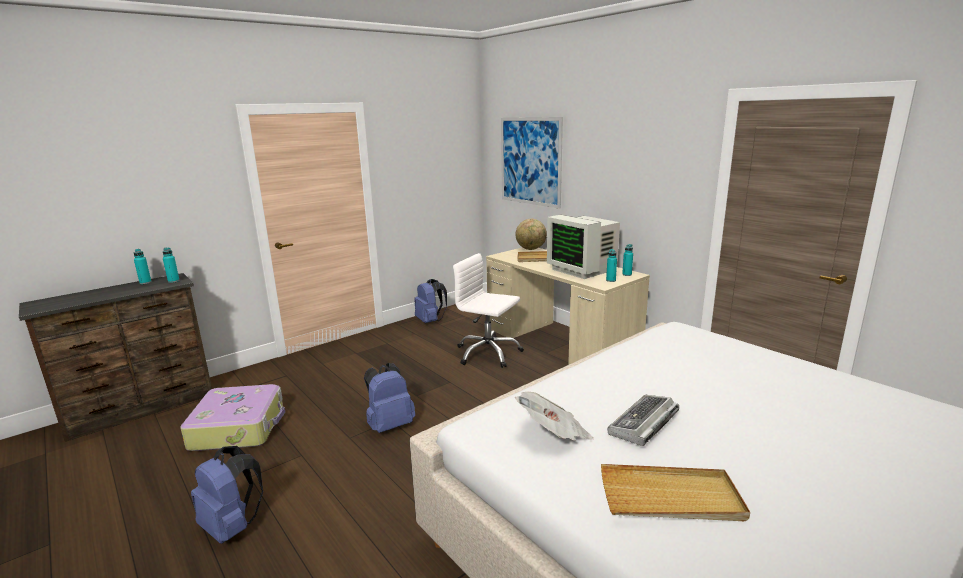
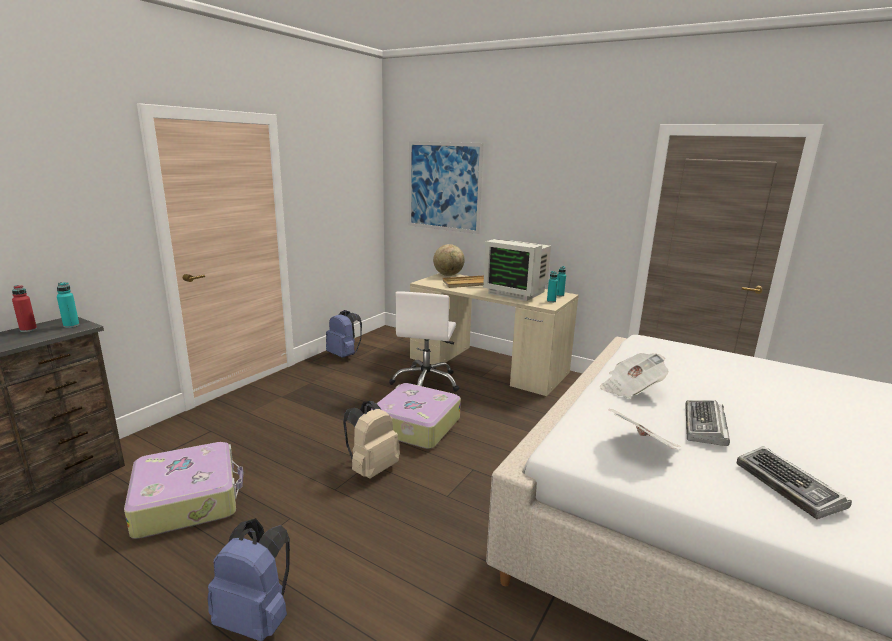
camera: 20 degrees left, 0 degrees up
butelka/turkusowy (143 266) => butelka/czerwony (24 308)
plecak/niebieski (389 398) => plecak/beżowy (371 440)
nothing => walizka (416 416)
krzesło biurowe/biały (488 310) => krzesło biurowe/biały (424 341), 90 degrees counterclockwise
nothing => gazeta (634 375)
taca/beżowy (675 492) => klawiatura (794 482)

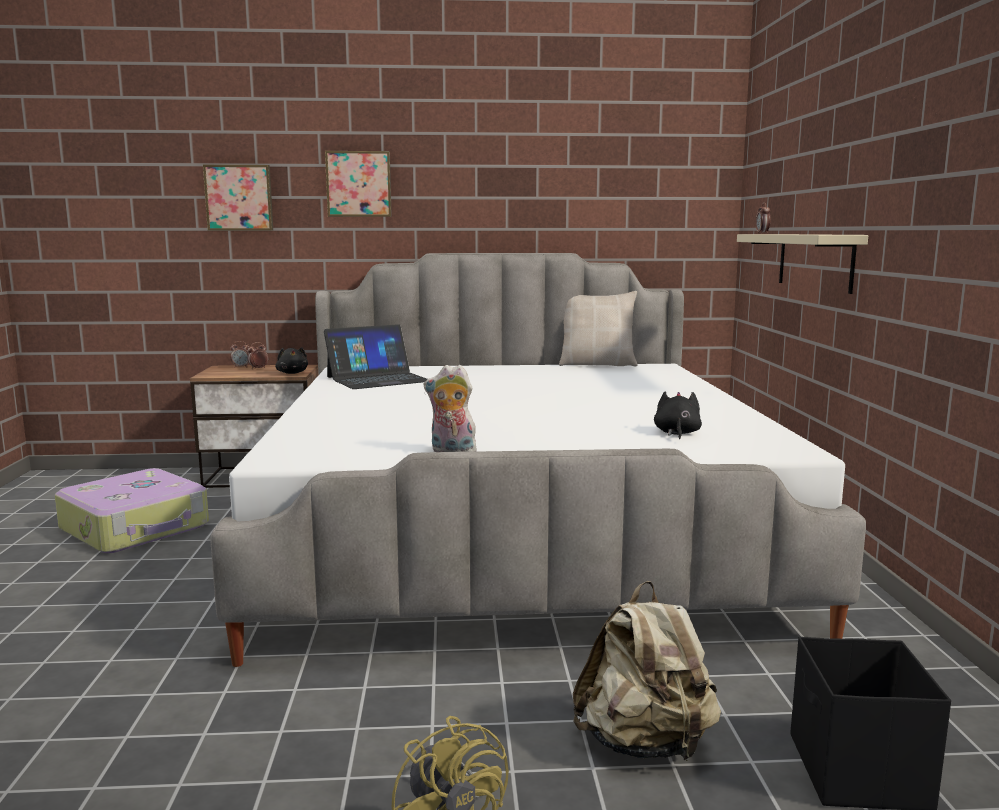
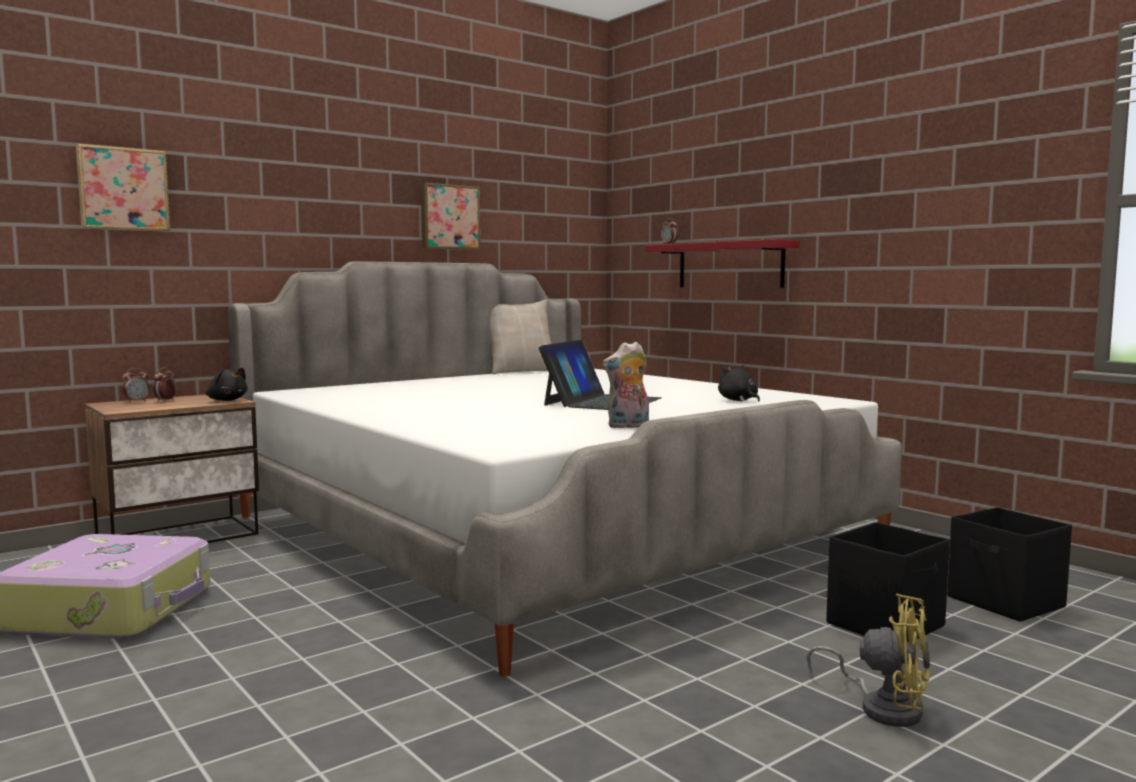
camera: 35 degrees left, 5 degrees down
obraz (358 184) => obraz (450 216), move
laptop (375 356) => laptop (600 375), move
półka/beżowy (802 264) => półka/czerwony (722 263)
plecak/beżowy (647 671) => pojemnik do przechowywania/czarny (888 582)

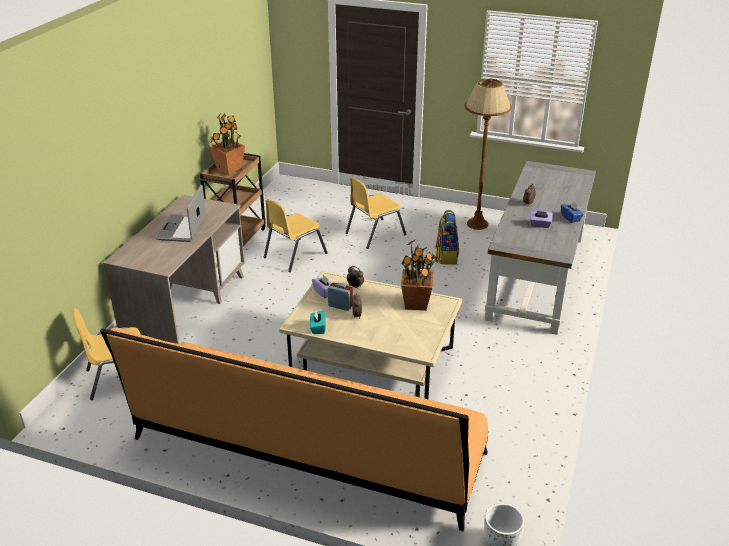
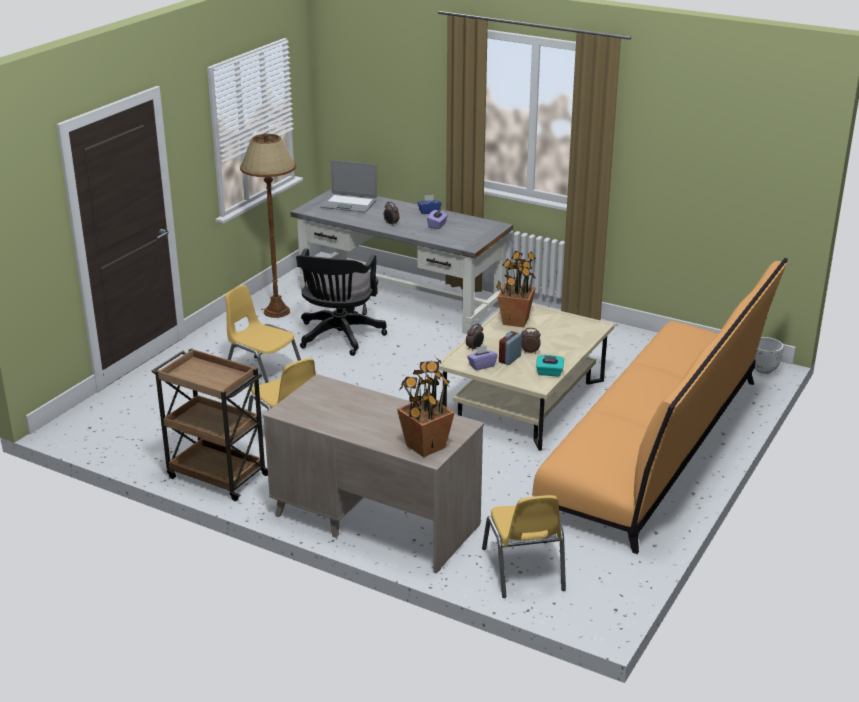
camera: 80 degrees left, 5 degrees down
krzesło/żółty (376 213) => krzesło/żółty (263 334), 150 degrees clockwise
plecak (447 237) => krzesło biurowe/czarny (341 302)
laptop (181 213) => laptop (348 186), move
roślina doniczkowa (227 144) => roślina doniczkowa (426 407), move

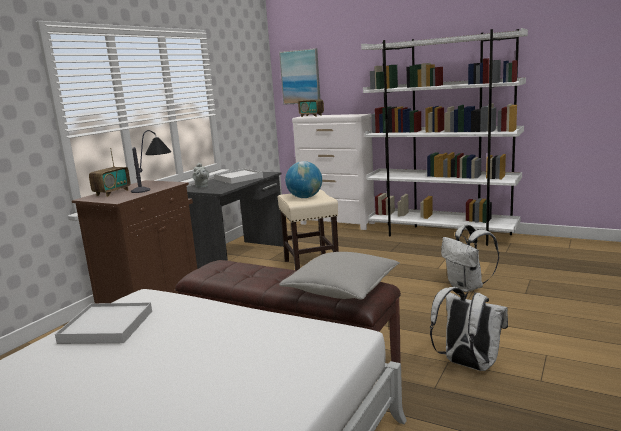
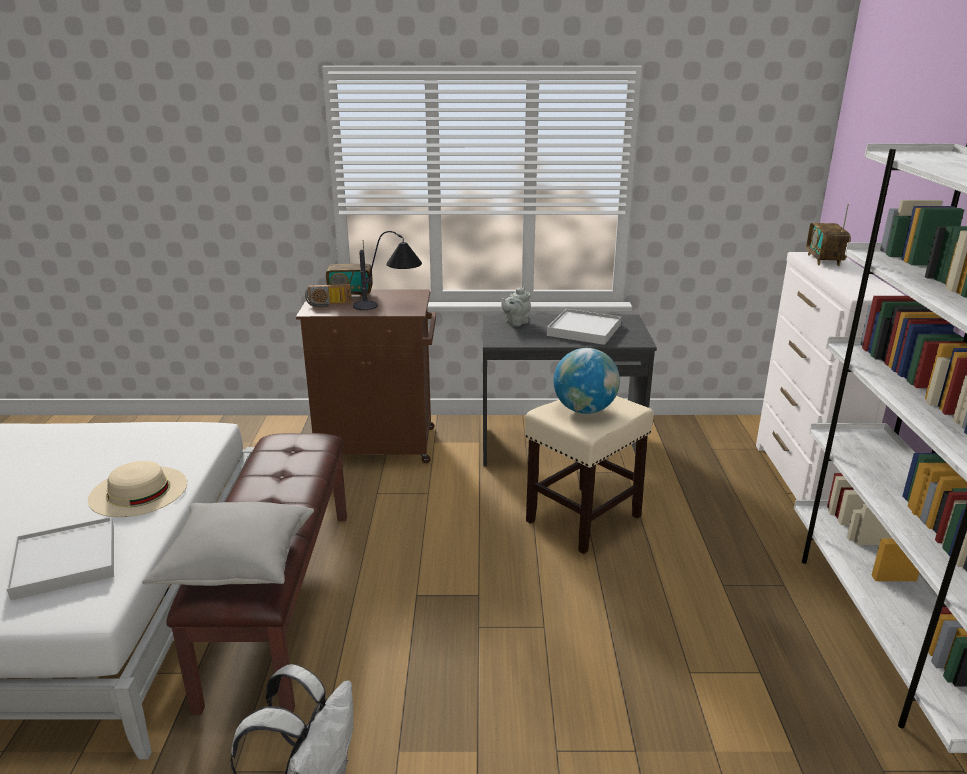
camera: 60 degrees right, 10 degrees up
taca/biały (103 323) => taca/biały (60 559), move
nothing => kapelusz/beżowy (137 489)
nothing => radio (328 295)
obraz (299 76) => nothing
plecak/biały (470 258) => nothing

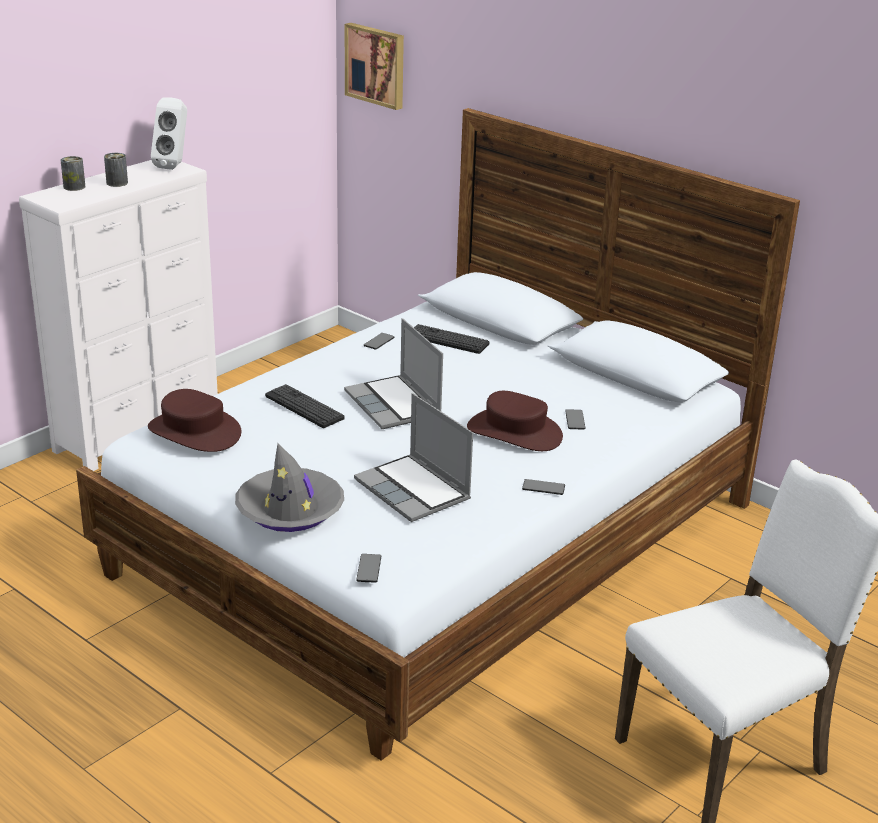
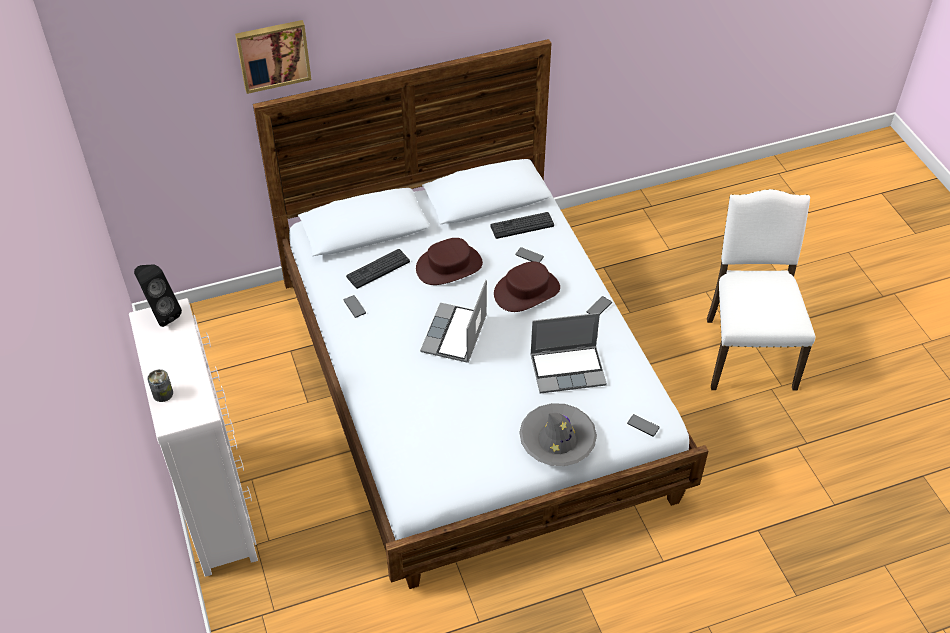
camera: 60 degrees left, 20 degrees up
głośnik/biały (169 133) => głośnik/czarny (158 296)
obraz (374 66) => obraz (273 57), move
kapelusz/brązowy (194 420) => kapelusz/brązowy (449 261), move
laptop (393 373) => laptop (453 321), 105 degrees clockwise
klawiatura (305 406) => klawiatura (522 225), move
puszka (116 170) => nothing

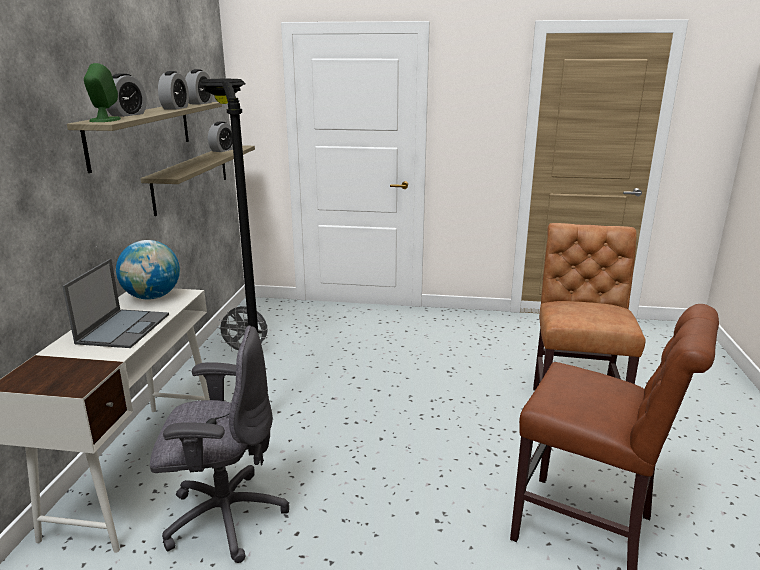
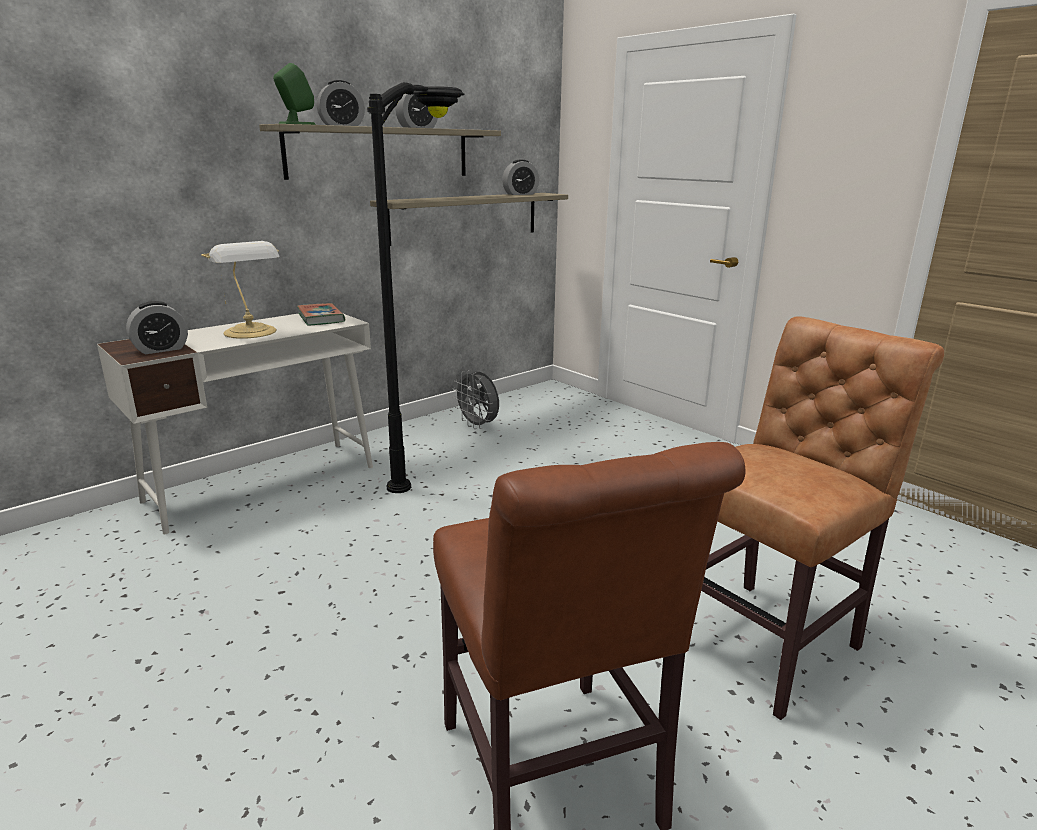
camera: 40 degrees right, 0 degrees up
budzik (199 87) => budzik (157 327), move
laptop (115 303) => lampa stołowa (240 290)
globus (148 270) => książka (321 314)
krzesło biurowe/szary (219 444) => nothing

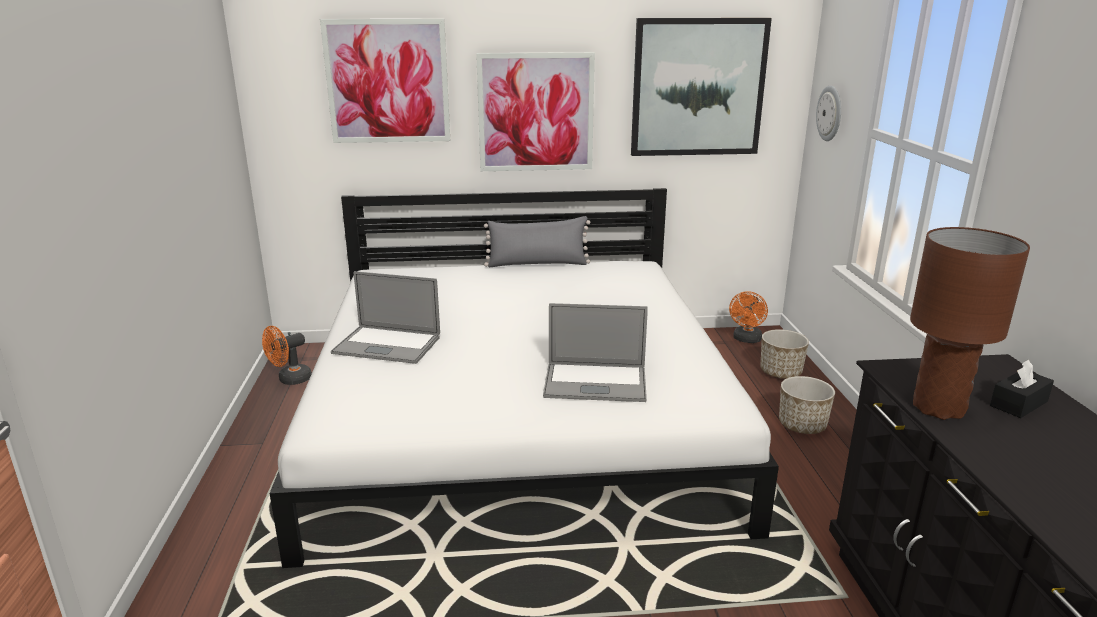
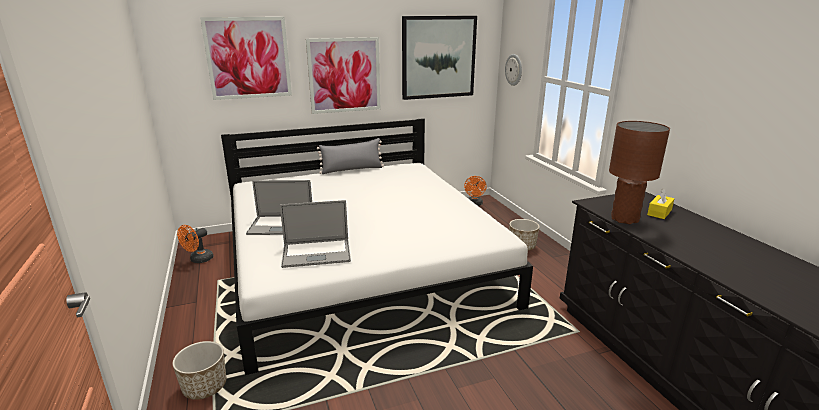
camera: 15 degrees left, 0 degrees up
donica (784 354) => donica (199 370), move
laptop (595 352) => laptop (315 234), move
pudełko chusteczek/czarny (1022 388) => pudełko chusteczek/żółty (660 203)

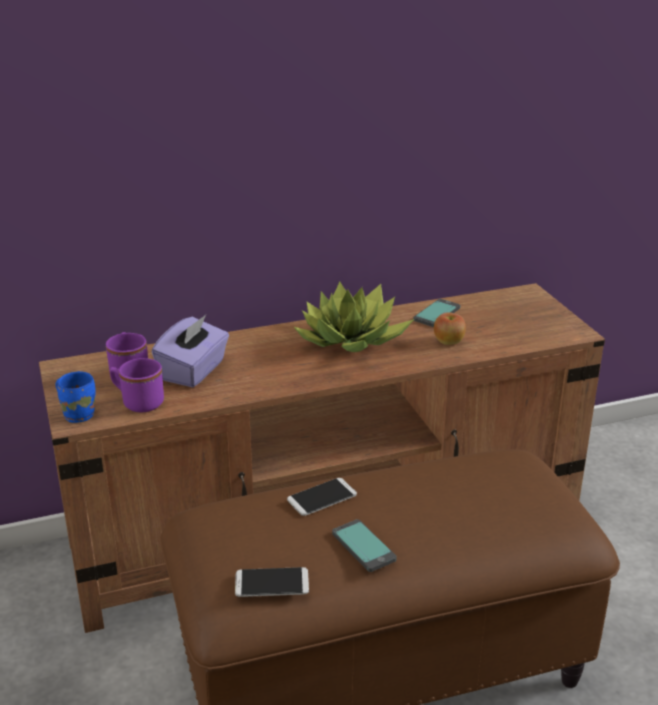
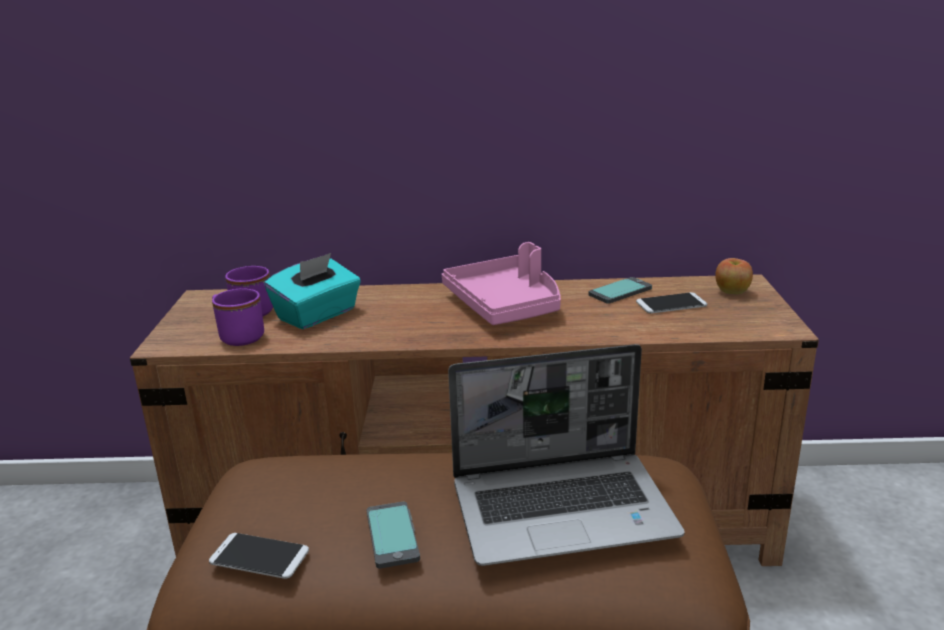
camera: 20 degrees right, 5 degrees down
pudełko chusteczek/fioletowy (190 351) => pudełko chusteczek/turkusowy (312 291)
roślina doniczkowa (354 317) => taca/różowy (501 283)
nothing => laptop (566 455)
telefon (322 497) => telefon (671 303), move
jabłko (450 328) => jabłko (734 276), move
kubek/niebieski (76 397) => nothing

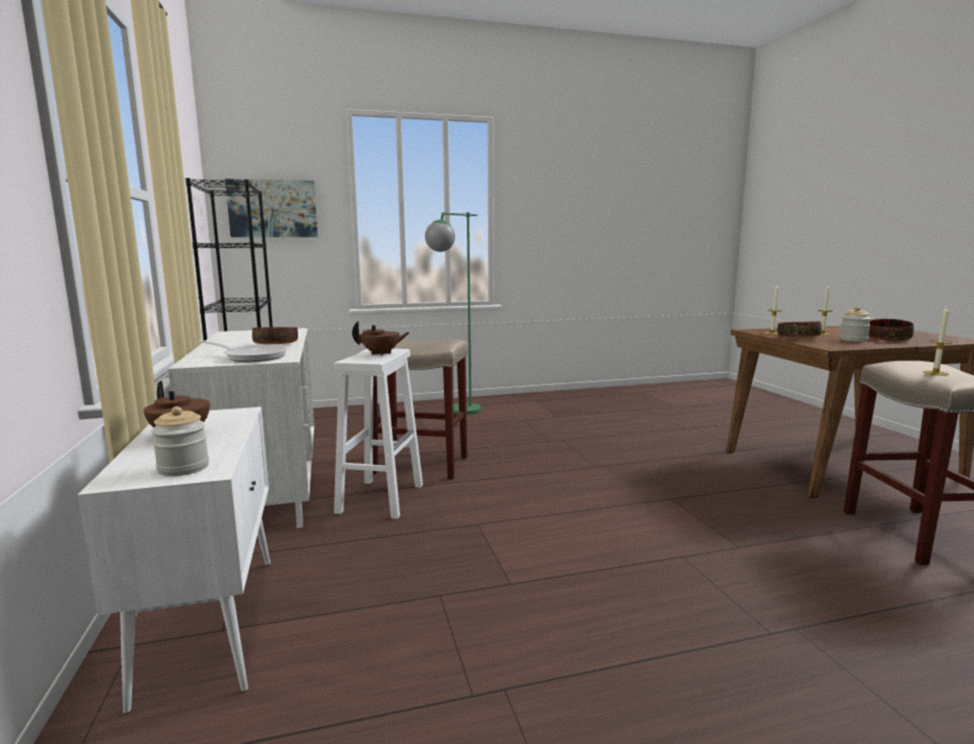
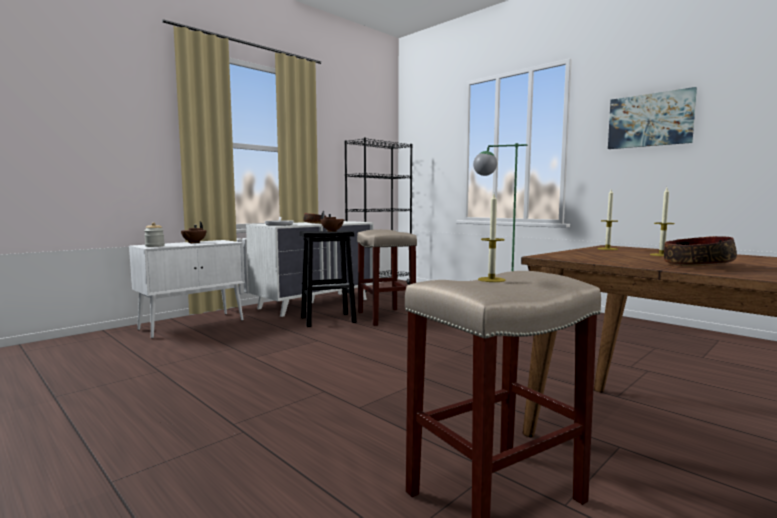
camera: 60 degrees right, 5 degrees down
stołek/biały (378 434) => stołek/czarny (328 278)
obraz (271 208) => obraz (652 118), move
miska (799 329) => nothing
słoik (855 324) => nothing

